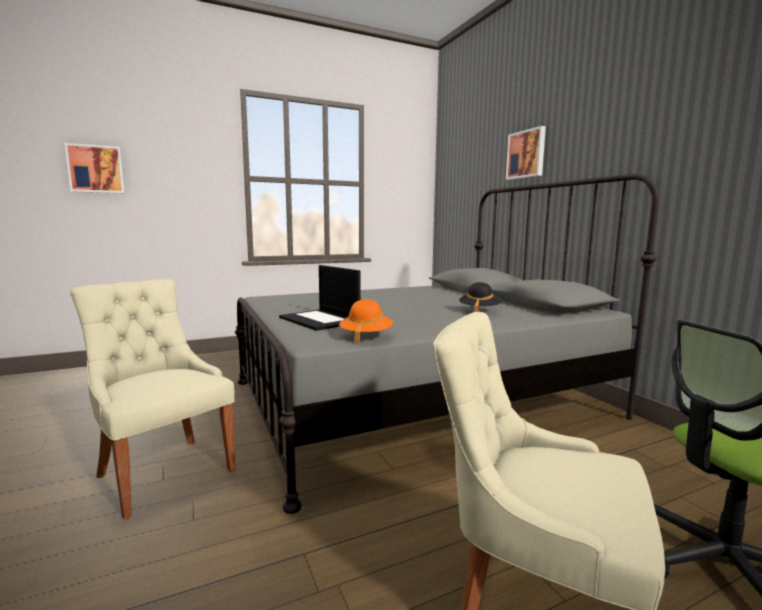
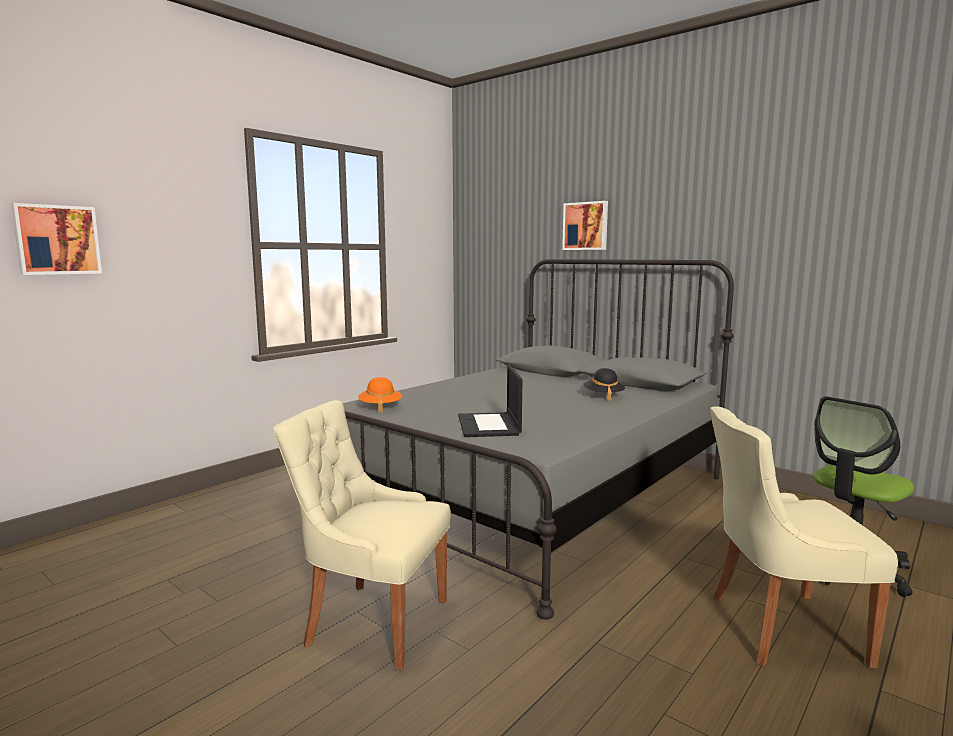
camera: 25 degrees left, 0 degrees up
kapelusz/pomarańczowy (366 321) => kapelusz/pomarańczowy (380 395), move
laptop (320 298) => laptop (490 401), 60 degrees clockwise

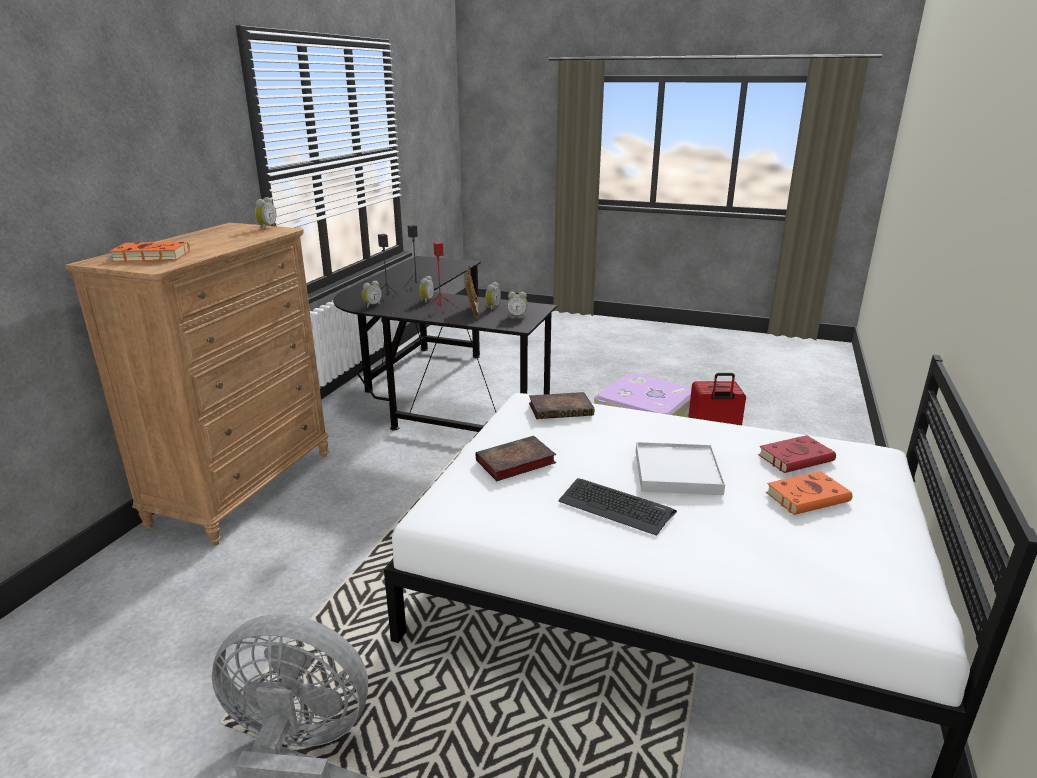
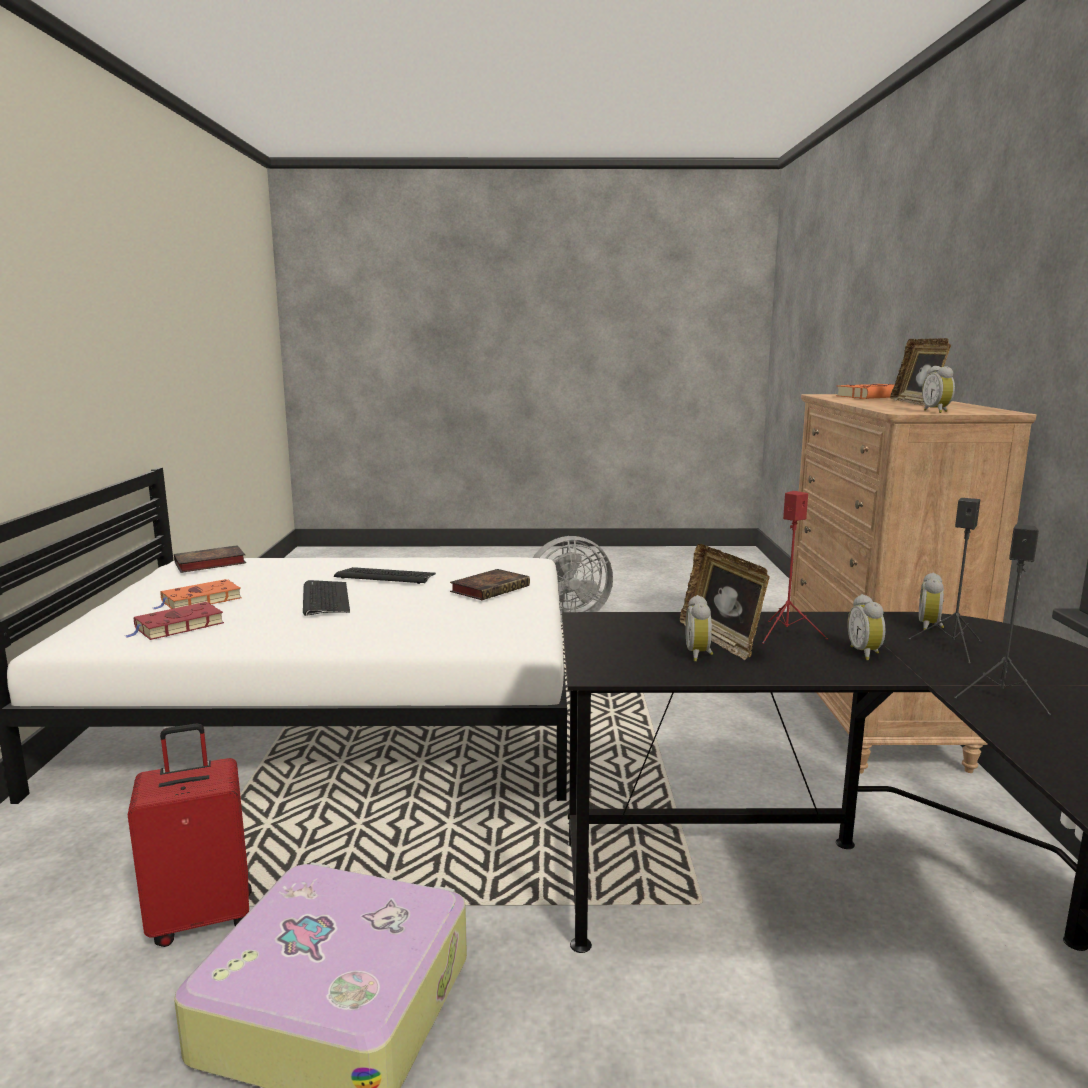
camera: 160 degrees right, 10 degrees down
książka (561 405) => książka (210 559), move
taca/biały (680 468) => klawiatura (326 598)
nothing => ramka na zdjęcie (920 372)
budzik (517 305) => nothing

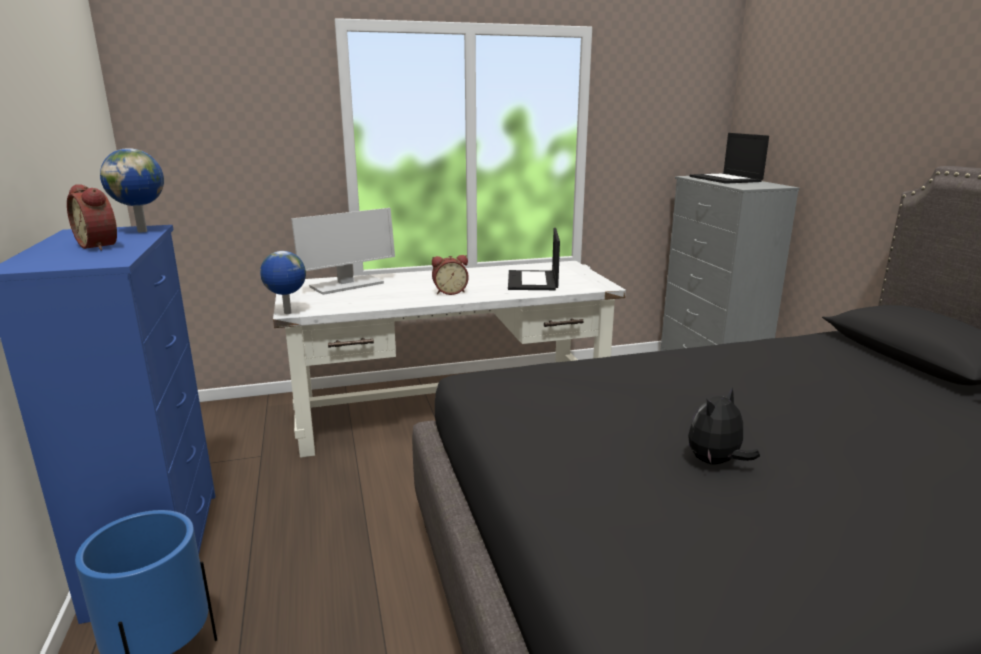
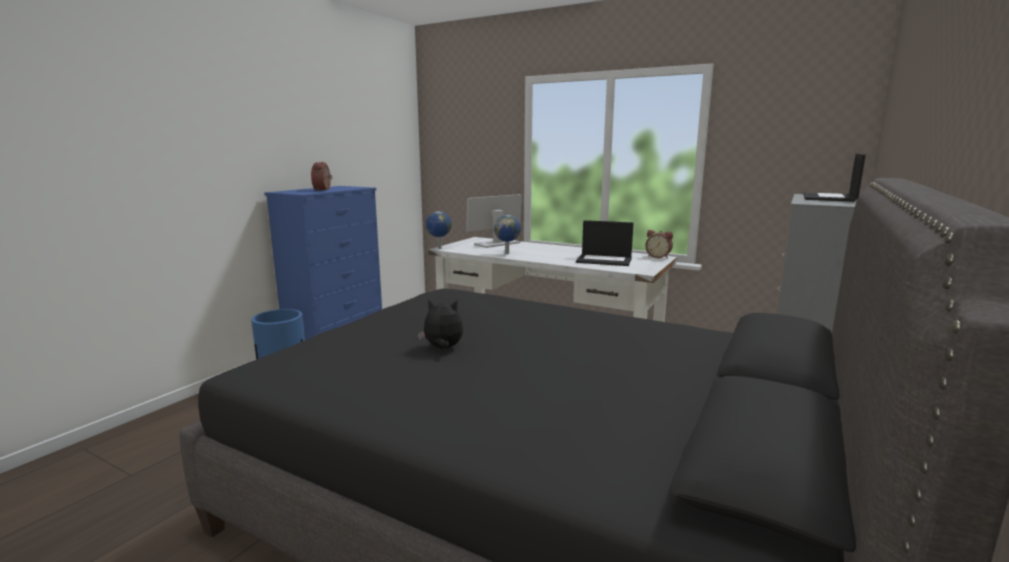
camera: 45 degrees right, 5 degrees down
monitor (343 251) => monitor (494 221), 135 degrees clockwise
globus (132 190) => globus (507 234), move
laptop (534 259) => laptop (604 243), 120 degrees counterclockwise
budzik (450 275) => budzik (659 244), move

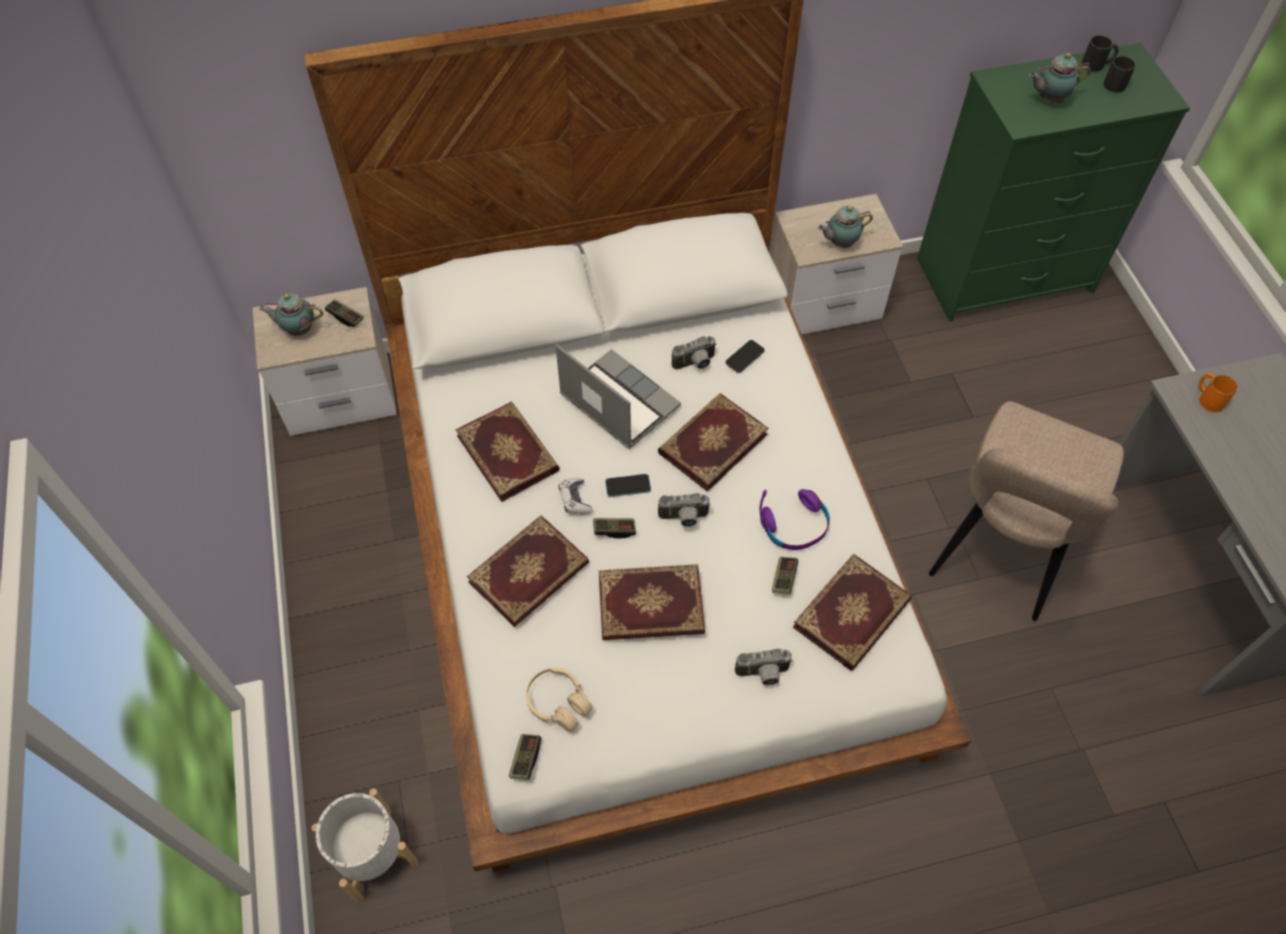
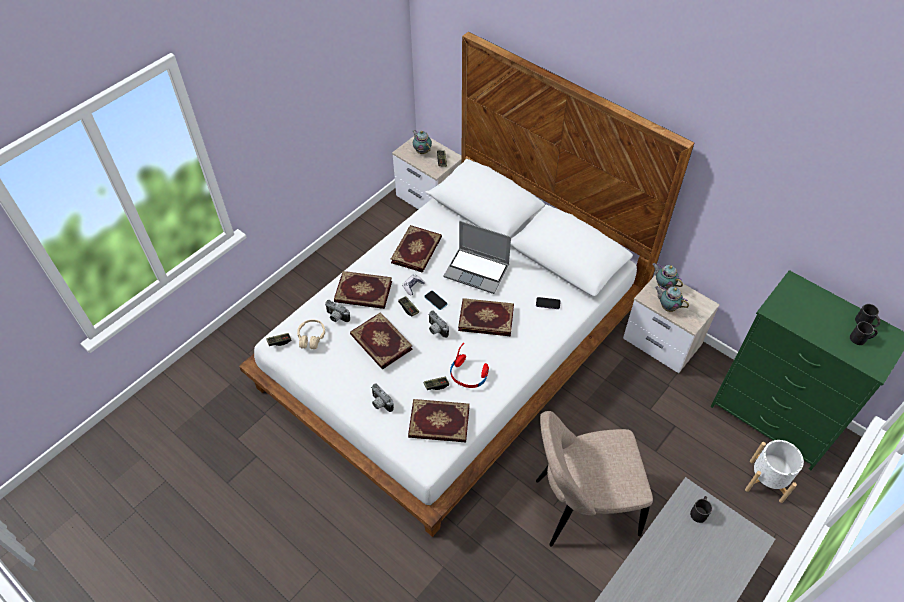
camera: 55 degrees right, 5 degrees down
aparat fotograficzny (694 353) => aparat fotograficzny (337 311), move
laptop (618 396) => laptop (477 257), 105 degrees clockwise
słuchawki/fioletowy (795 519) => słuchawki/czerwony (469 365)
imbryk (1060 78) => imbryk (667 276), move
kubek/pomarańczowy (1218 393) => kubek/czarny (701 509)
donica/biały (365 845) => donica/biały (774 471), move

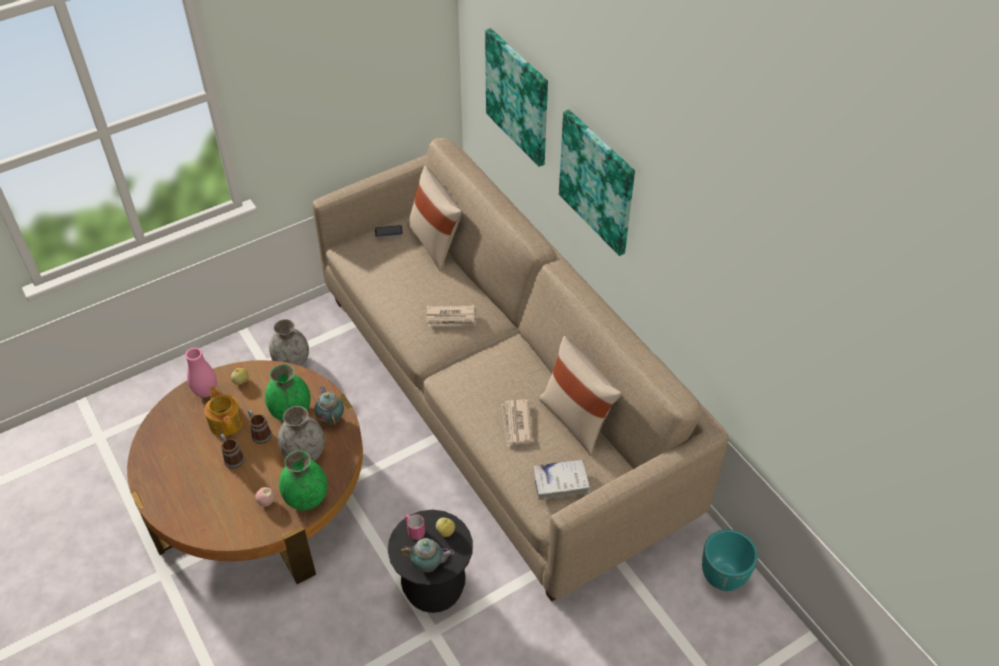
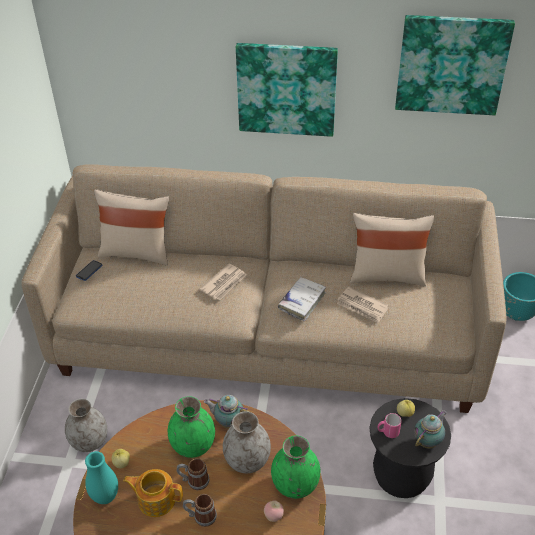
camera: 50 degrees left, 5 degrees down
wazon/różowy (201 373) => wazon/turkusowy (101 477)
książka/biały (561 479) => książka/biały (302 299), move
obraz (516 97) => obraz (455 65), move

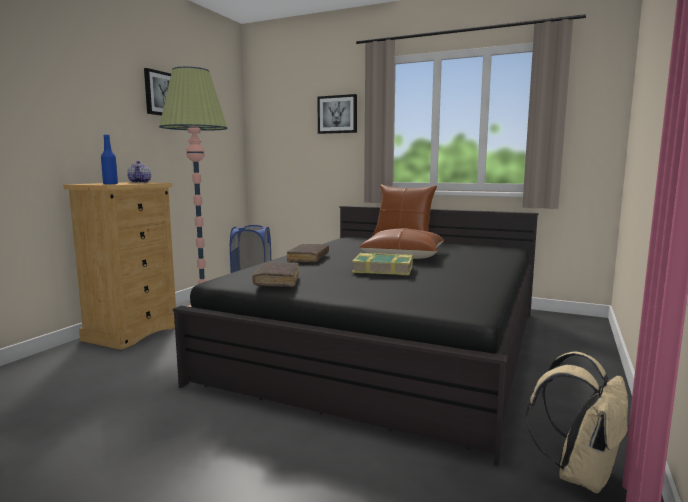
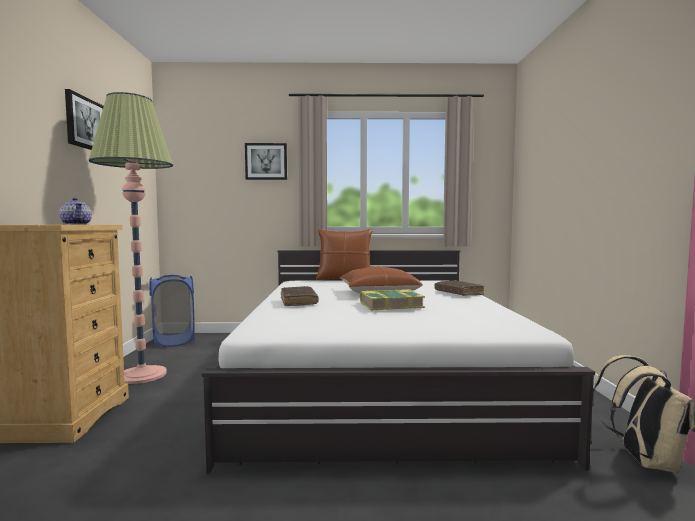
camera: 25 degrees left, 5 degrees down
łóżko/czarny (356 336) => łóżko/biały (398 361)
książka/brązowy (275 274) => książka/brązowy (459 288), move
butelka/niebieski (109 160) => nothing

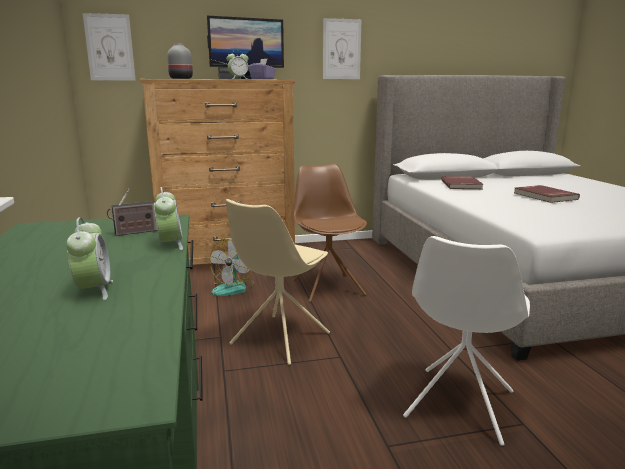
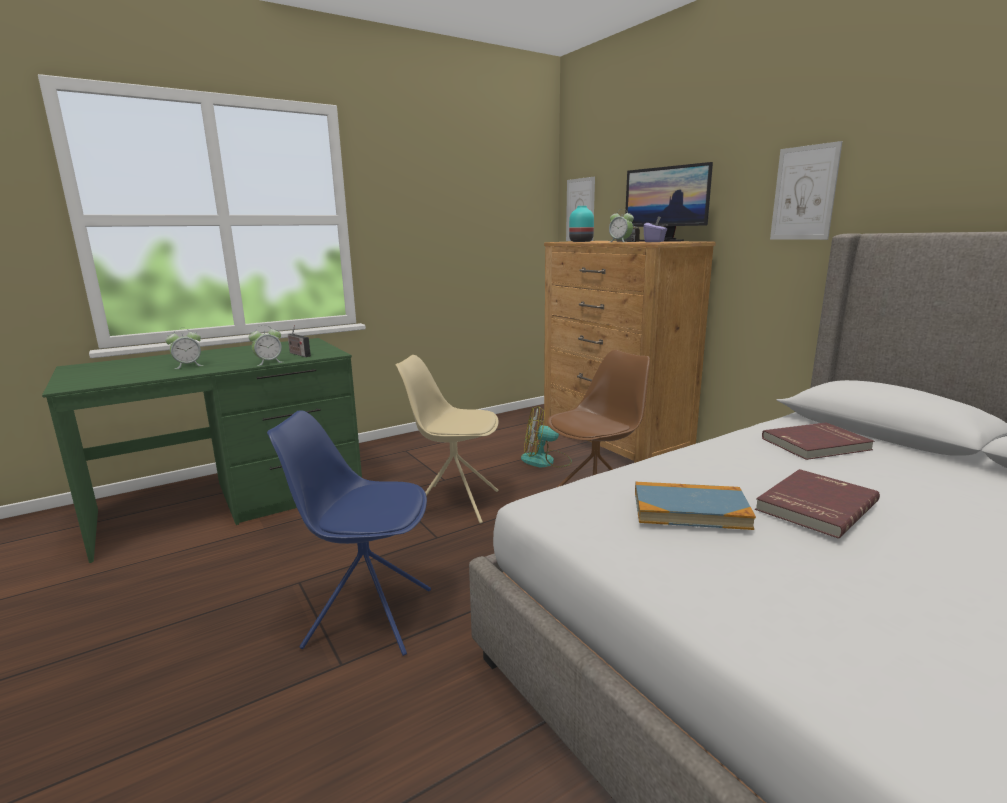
camera: 70 degrees right, 0 degrees up
krzesło/biały (466 341) => krzesło/niebieski (349 533)
wazon/szary (180 61) => wazon/turkusowy (581 224)
nothing => książka (695 506)

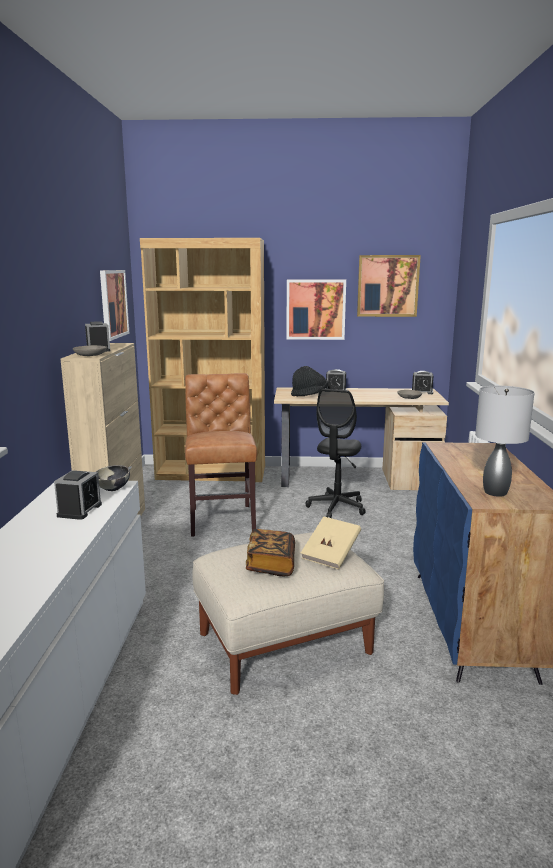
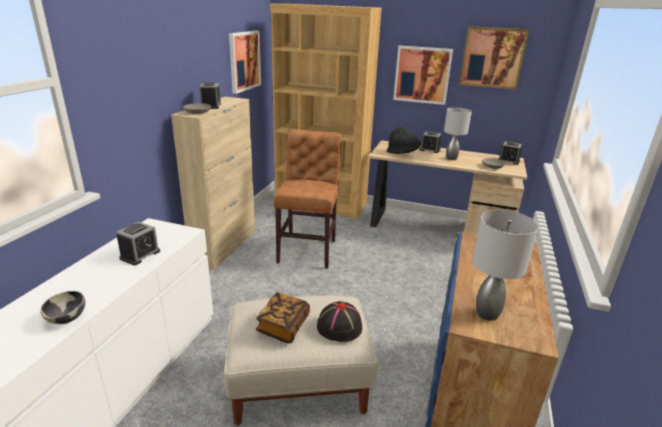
camera: 15 degrees right, 10 degrees up
miska (113 478) => miska (62 307), move
książka/beżowy (331 543) => kapelusz/czarny (339 321)
nothing => lampa stołowa/szary (458 133)
krzesło biurowe/czarny (336 453) => nothing

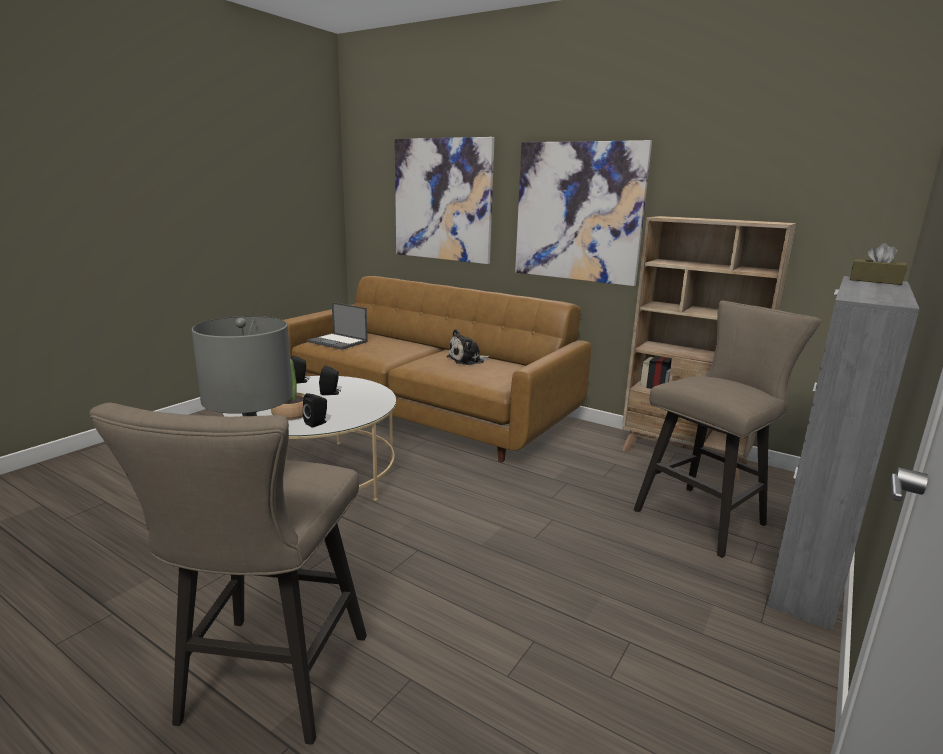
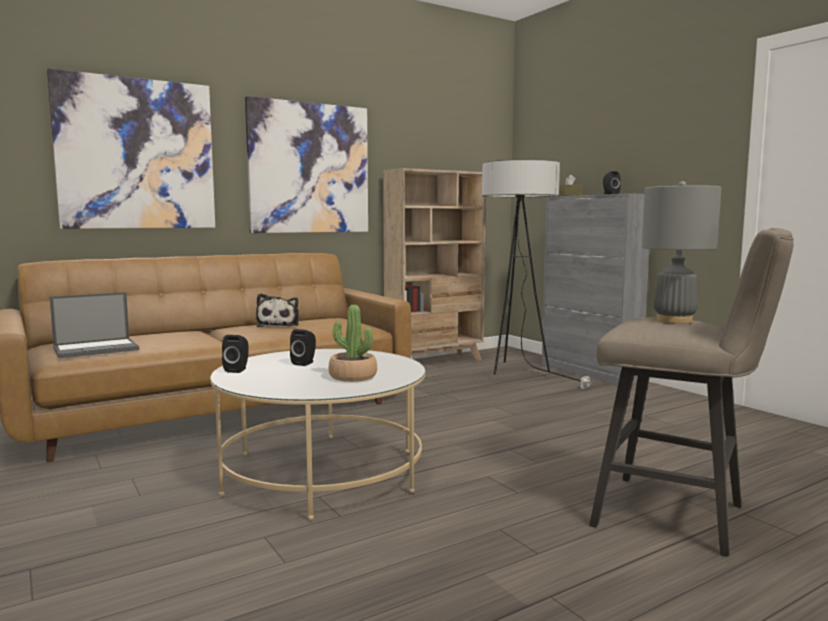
camera: 65 degrees left, 10 degrees down
stołek/beżowy (727 429) => lampa stojąca (537 274)
głośnik/czarny (315 410) => głośnik/czarny (611 182), move

